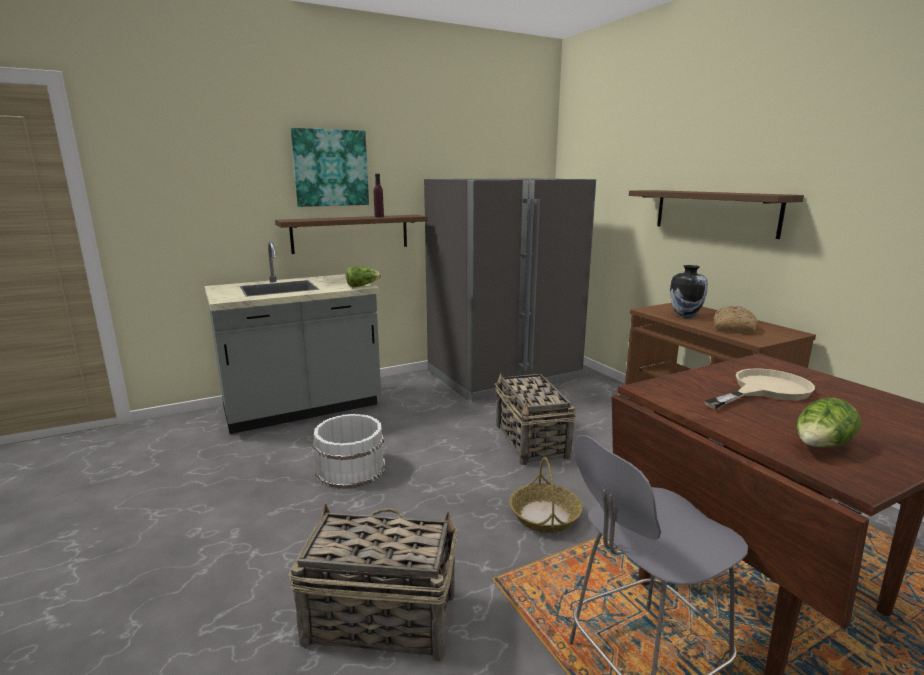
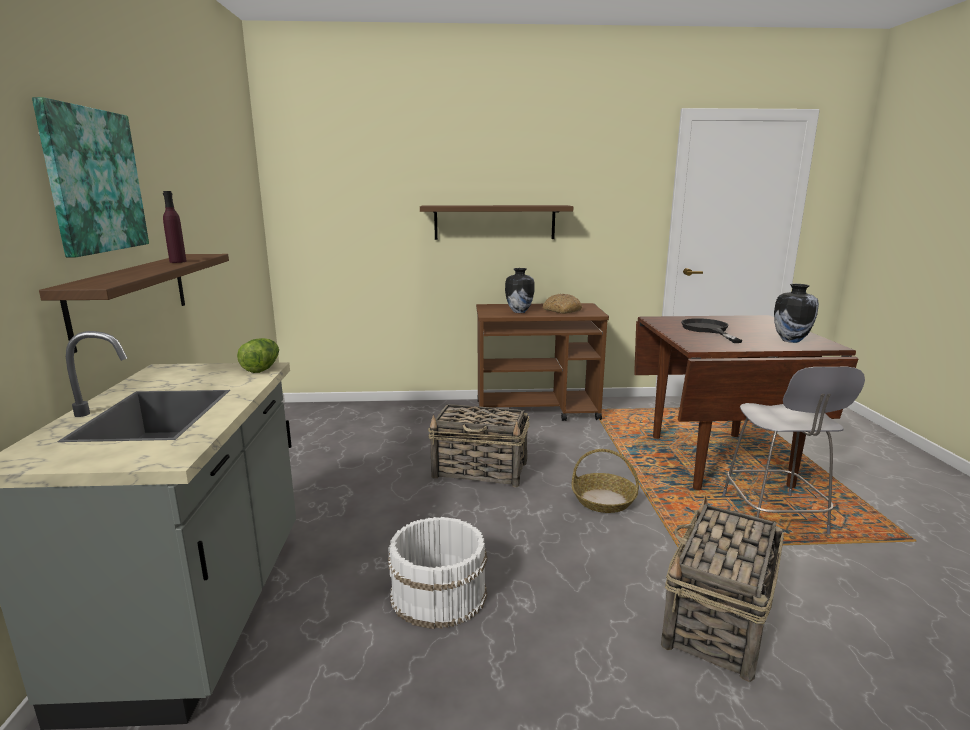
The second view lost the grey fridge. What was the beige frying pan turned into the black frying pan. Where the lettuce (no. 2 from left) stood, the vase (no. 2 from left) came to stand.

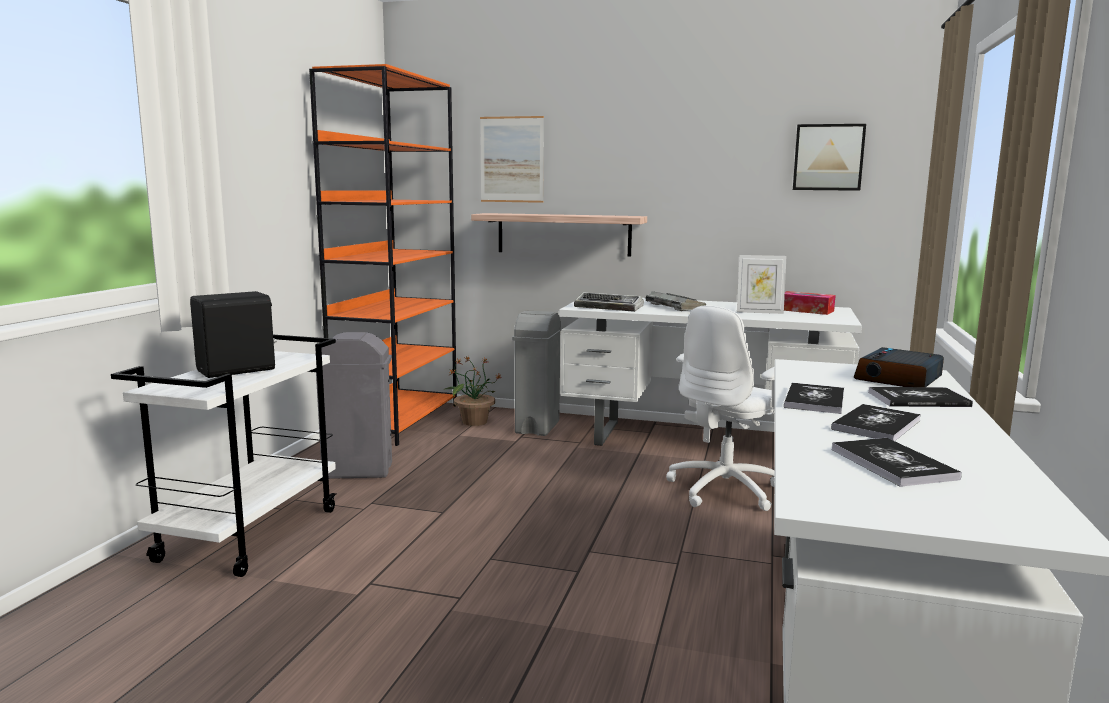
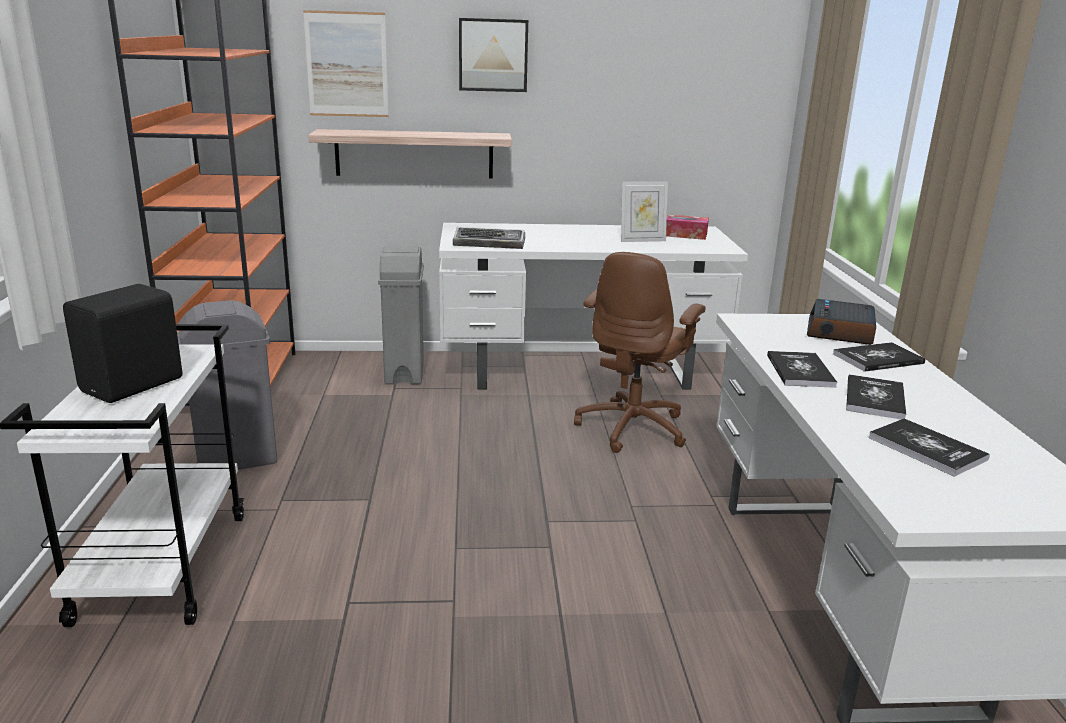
The second view lost the potted plant. The second view lost the keyboard (no. 2 from left). What was the white office chair turned into the brown office chair. The picture (no. 2 from left) ended up elsewhere.

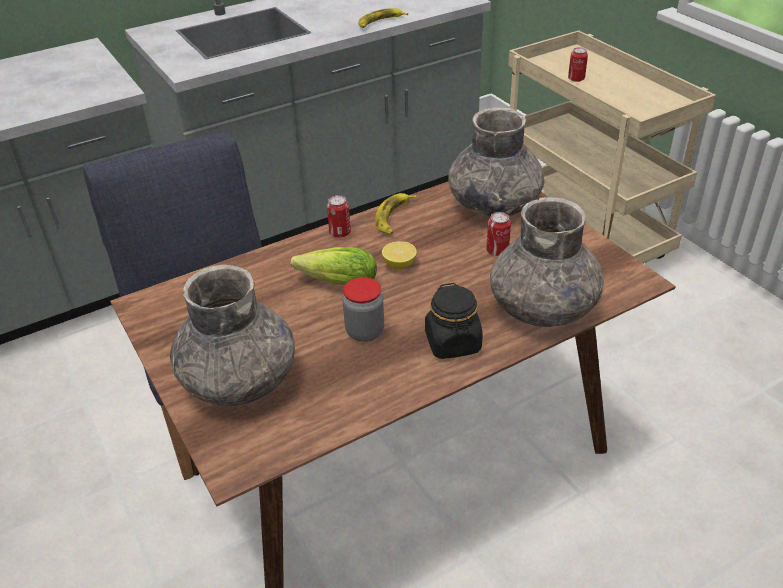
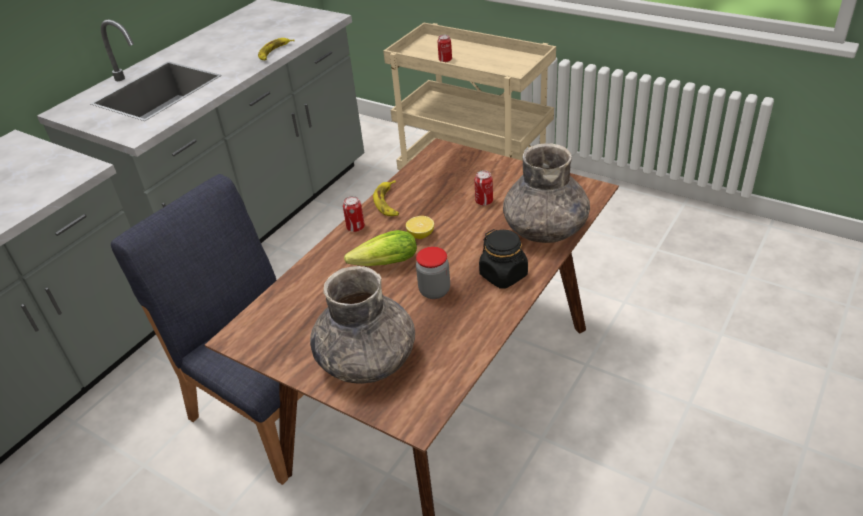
The second view lost the grey vase (no. 2 from left).

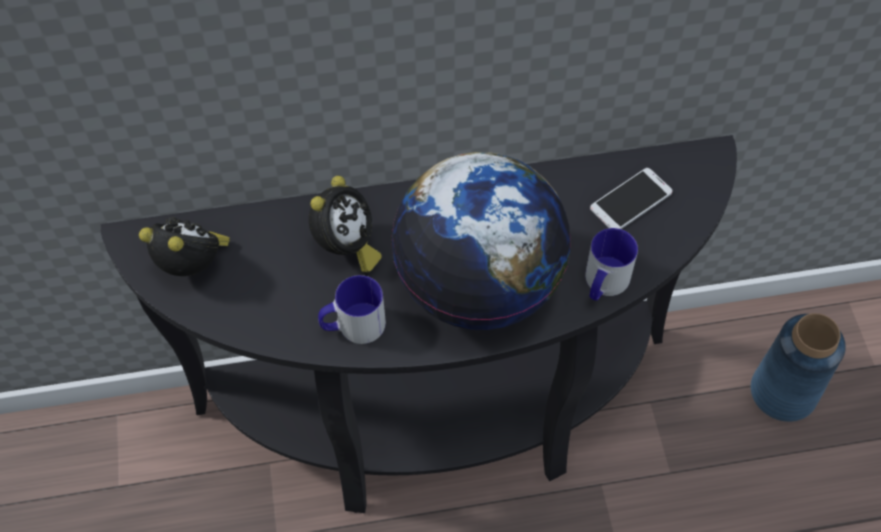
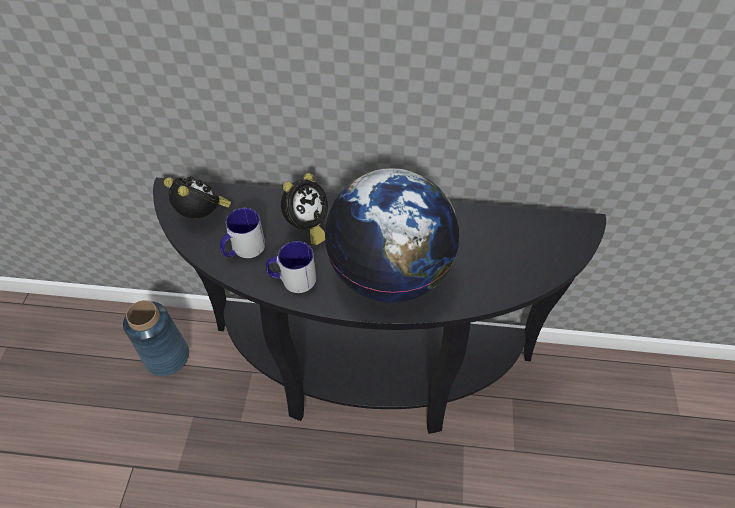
The mug (no. 2 from left in the first image) ended up elsewhere. The second view lost the phone. The blue vase ended up elsewhere.

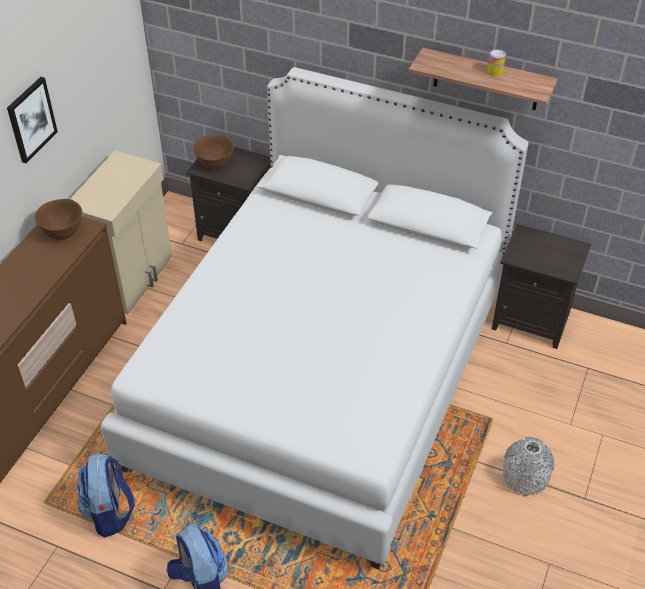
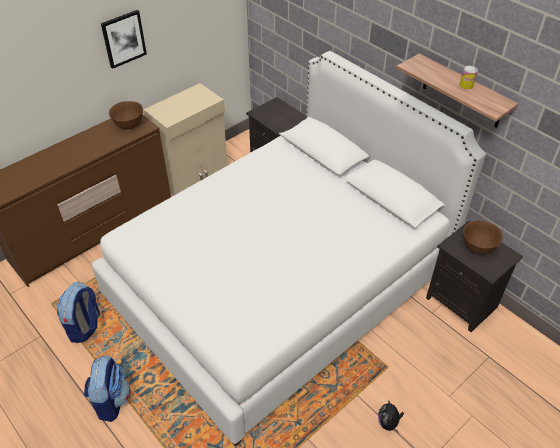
The brown bowl (no. 2 from left) ended up elsewhere. Where the grey vase stood, the plush toy came to stand.

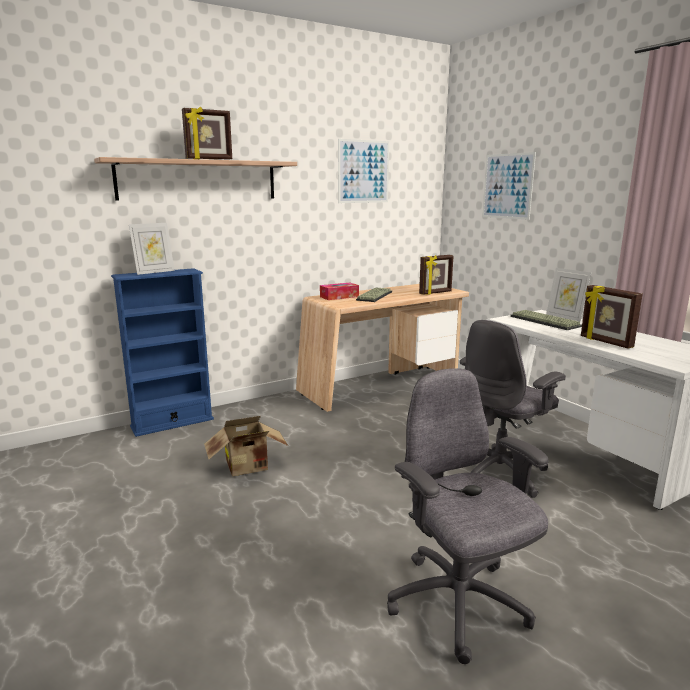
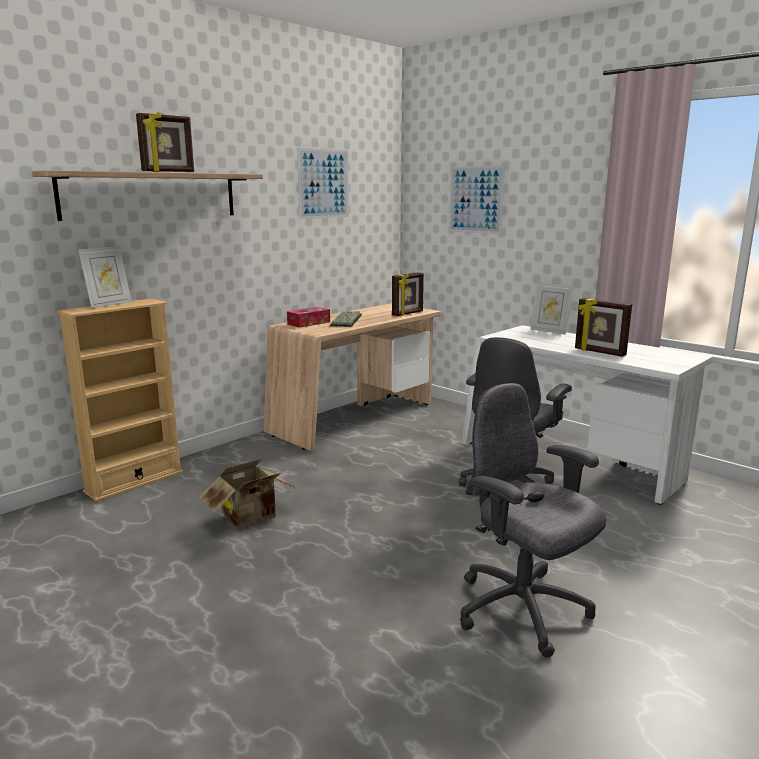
What was the blue bookcase turned into the beige bookcase. The second view lost the keyboard (no. 2 from left).

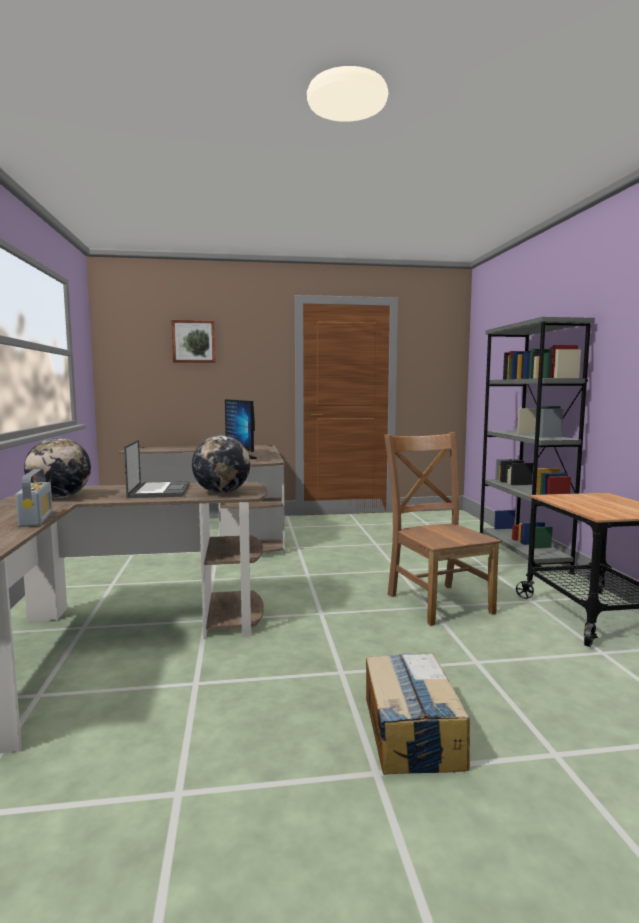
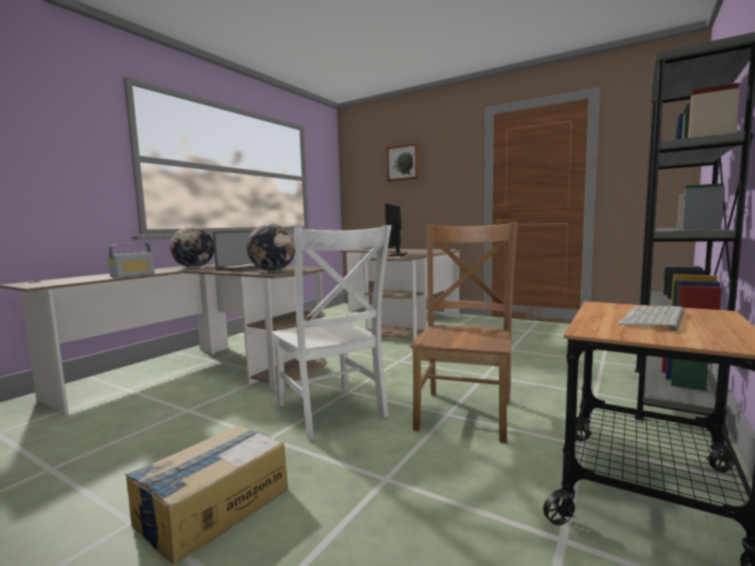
The second view gained the white chair. The second view gained the keyboard.

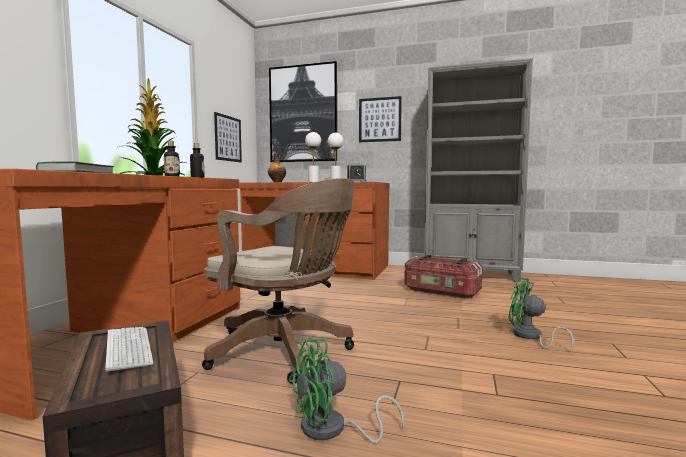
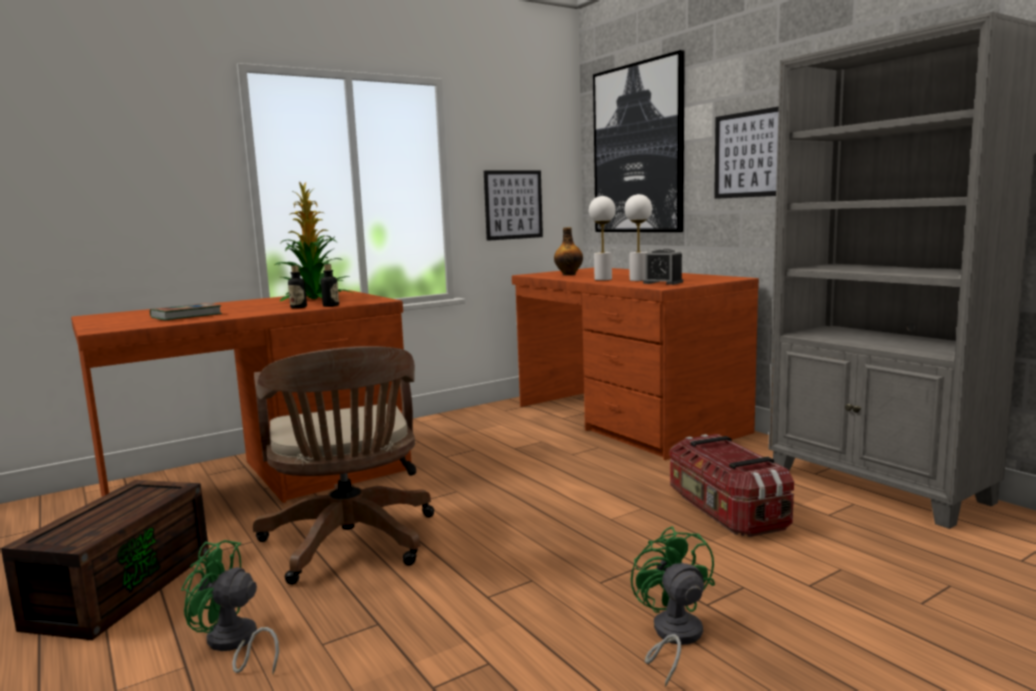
The second view lost the keyboard.

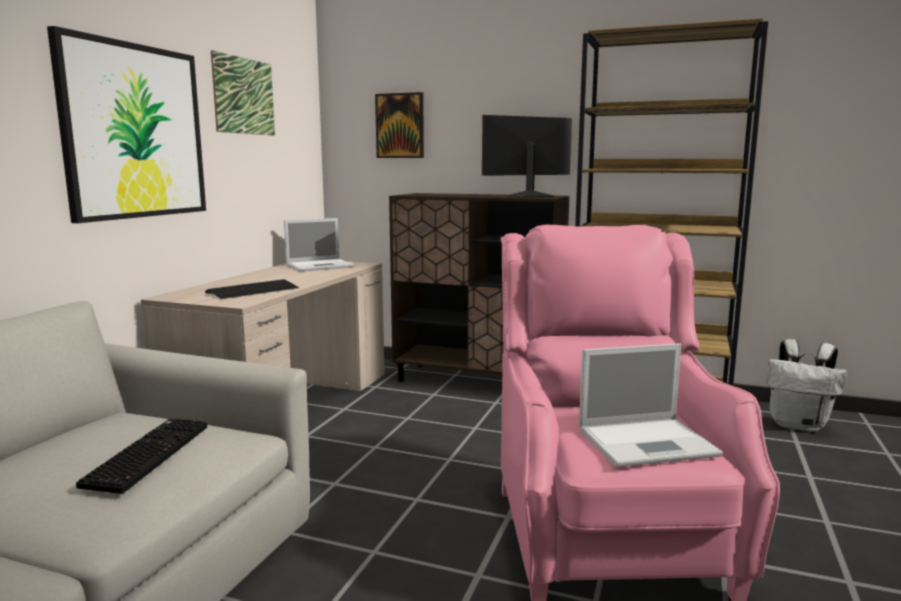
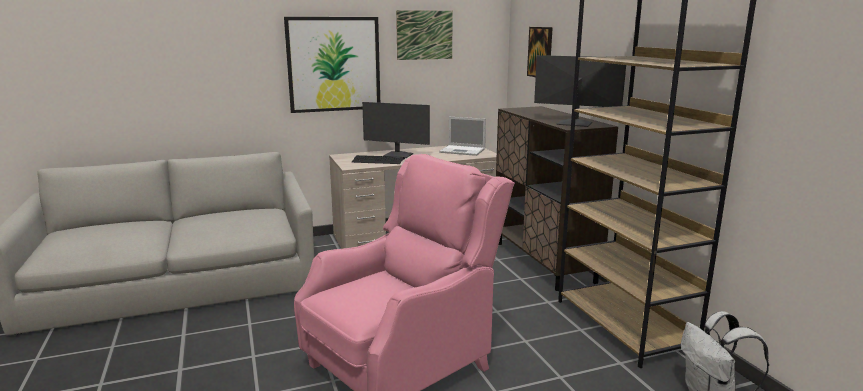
The second view lost the keyboard (no. 1 from left). The second view lost the laptop (no. 2 from left). The second view gained the monitor (no. 1 from left).

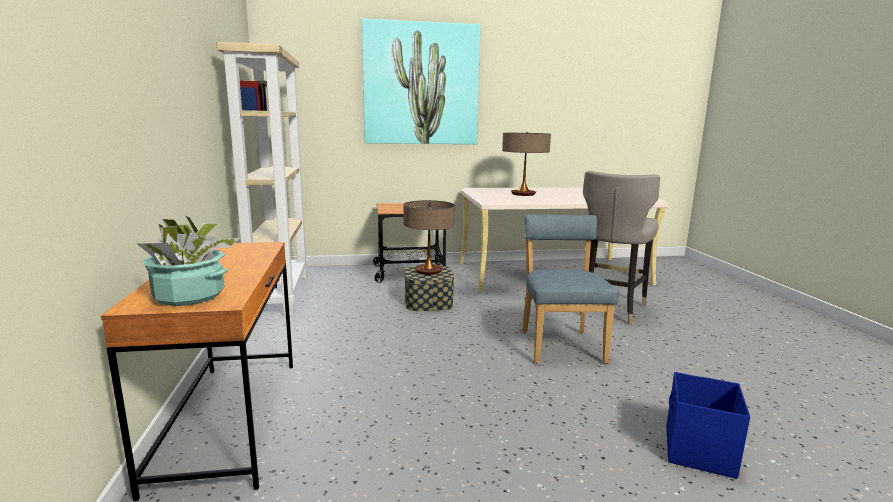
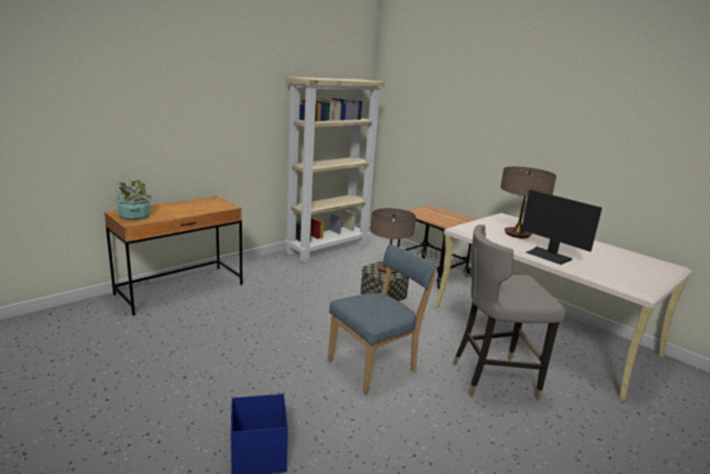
The second view lost the picture. The second view gained the monitor.

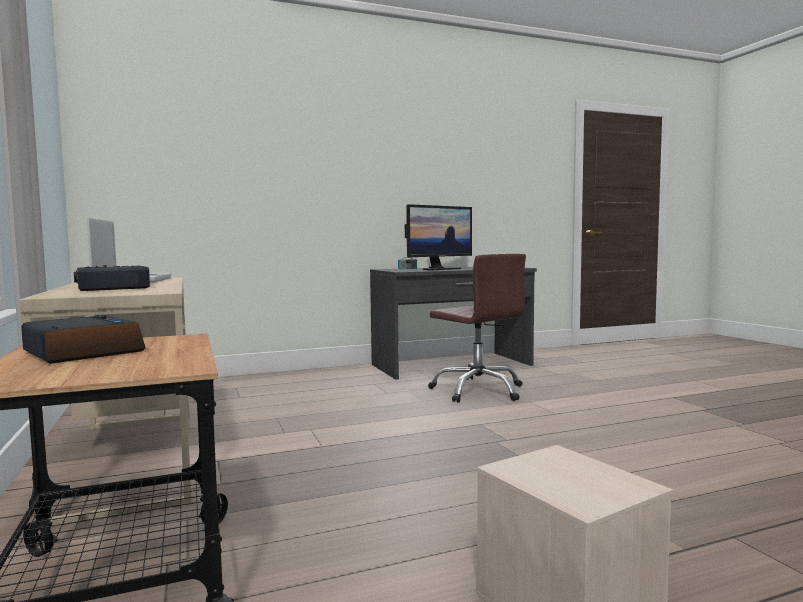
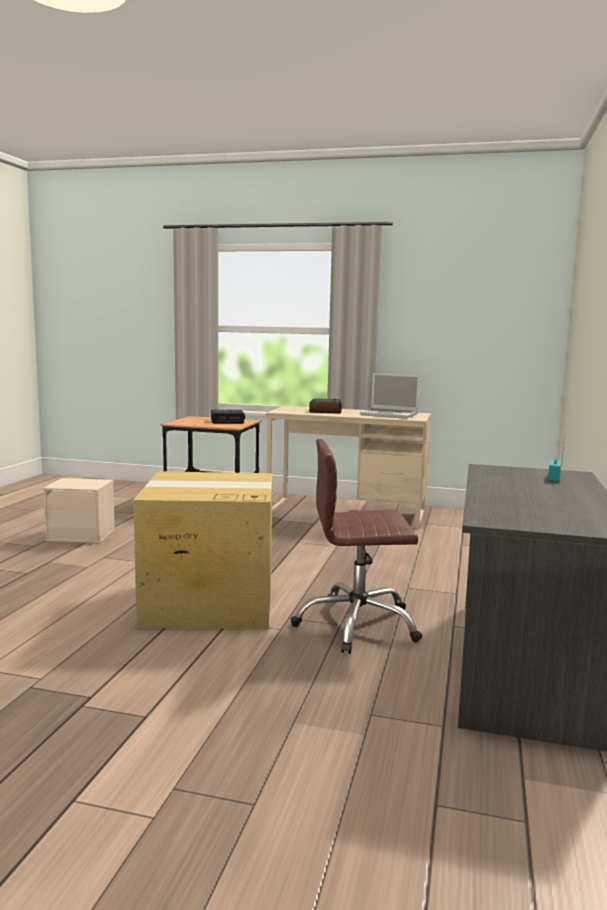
The second view lost the monitor. The second view gained the cardboard box.

